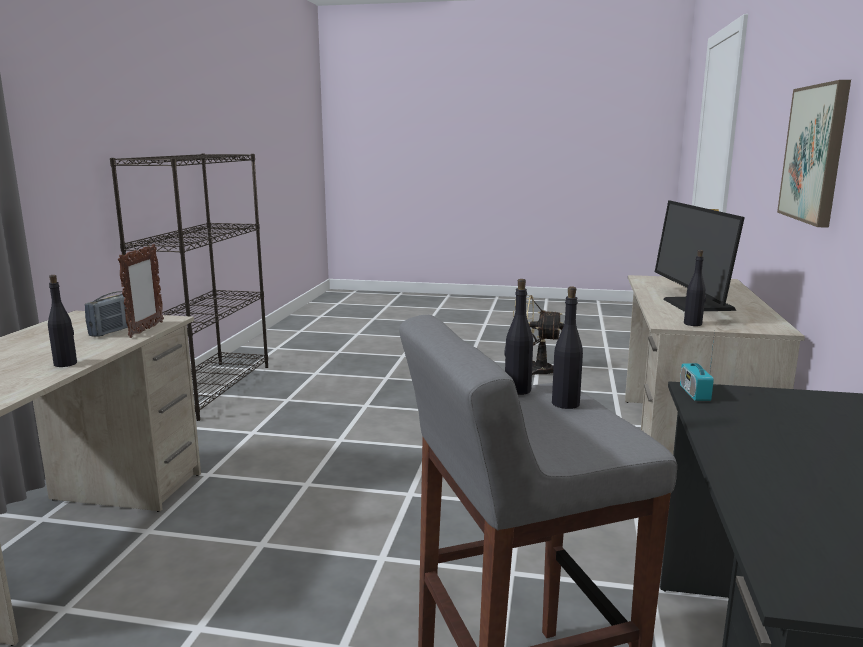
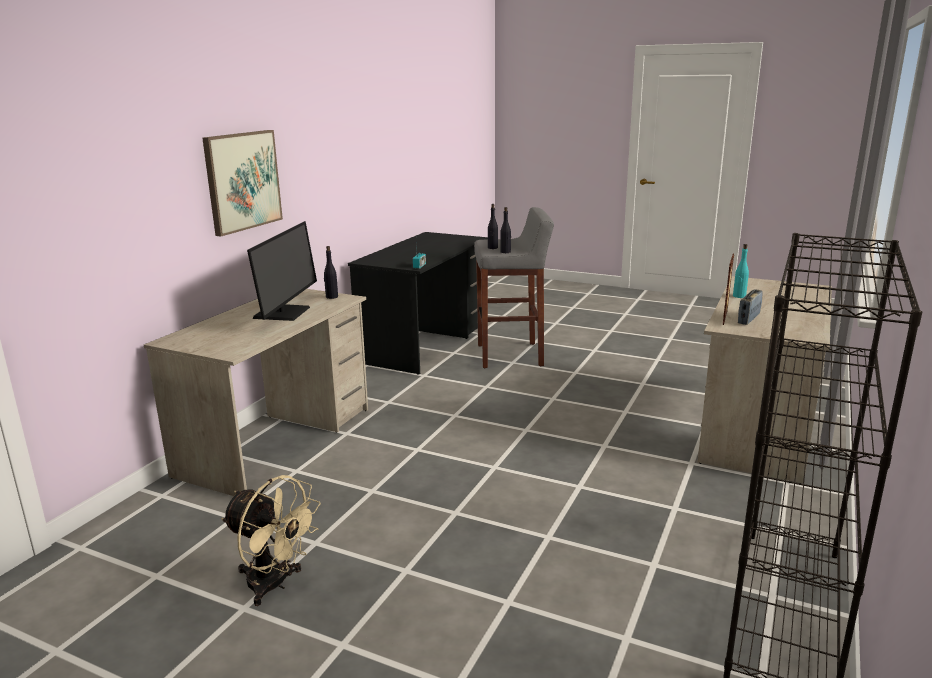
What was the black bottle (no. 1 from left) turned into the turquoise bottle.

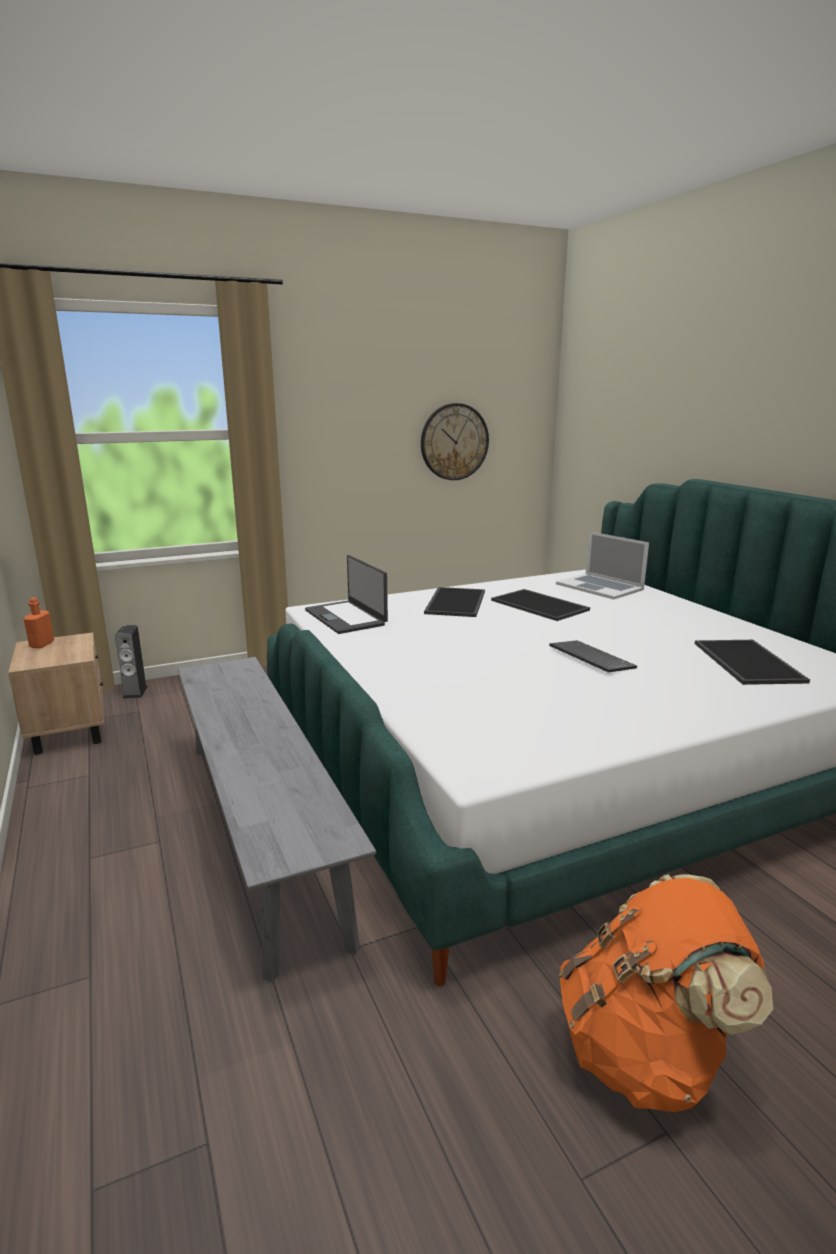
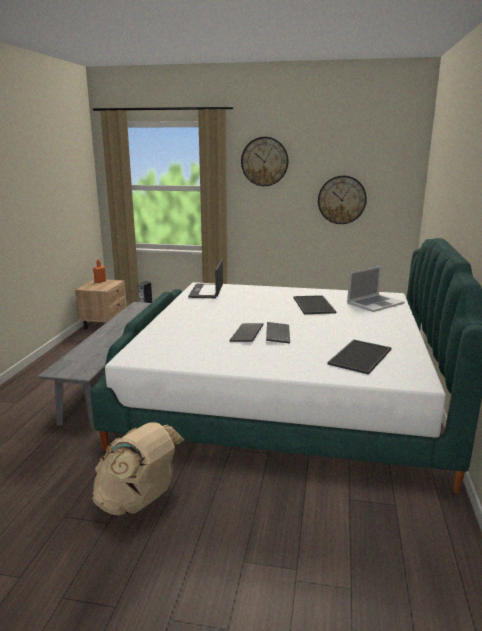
The second view lost the tray (no. 1 from left). The laptop (no. 2 from left) ended up facing another way, 120 degrees counterclockwise from before. What was the orange backpack turned into the beige backpack. The second view gained the keyboard (no. 1 from left). The second view gained the wall clock (no. 1 from left).

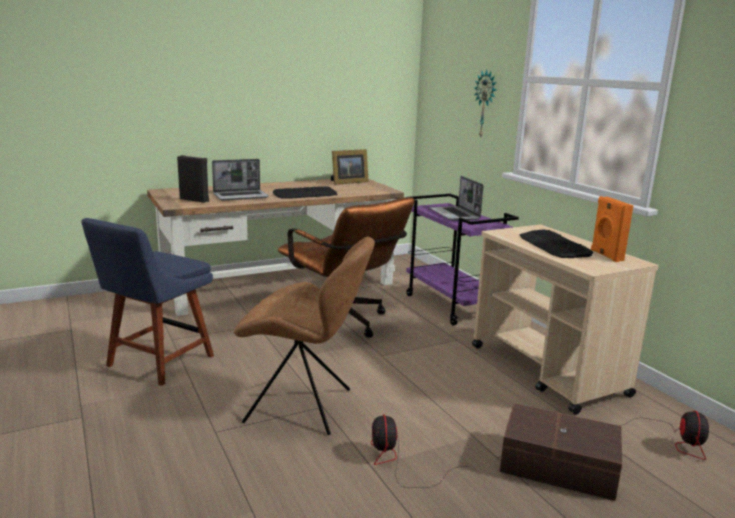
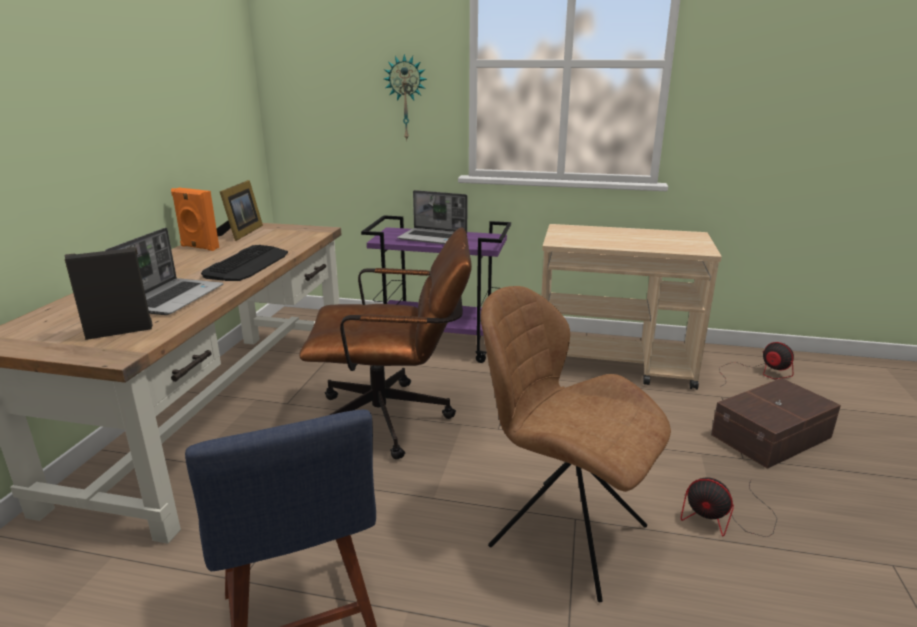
The brown chair ended up facing another way, 105 degrees counterclockwise from before. The second view lost the keyboard (no. 2 from left). The orange speaker ended up elsewhere.

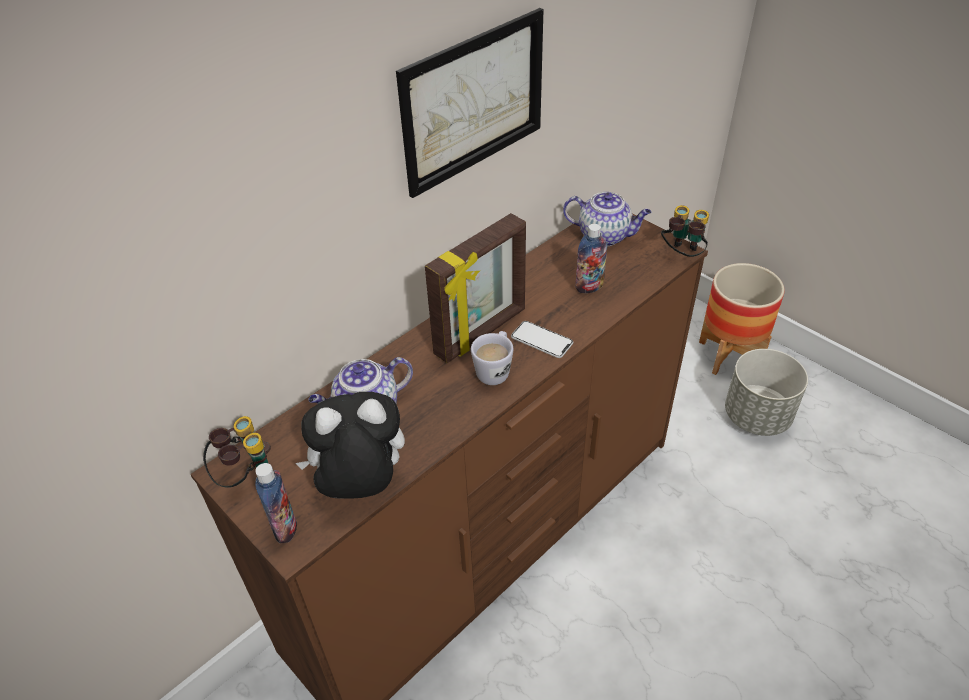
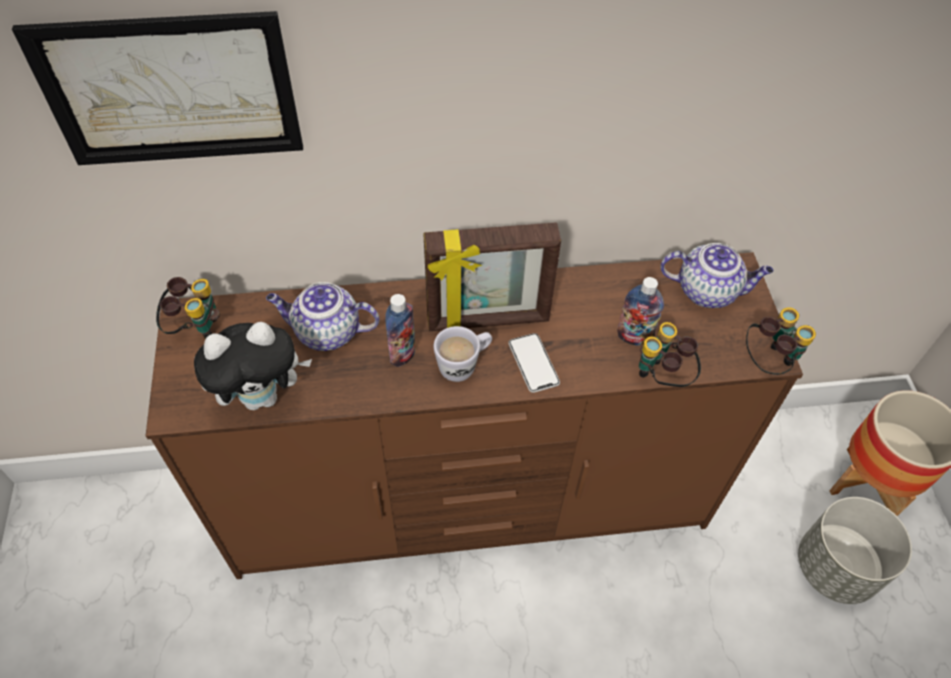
The bottle (no. 1 from left) ended up elsewhere. The plush toy ended up facing another way, 135 degrees clockwise from before. The picture ended up elsewhere. The teapot (no. 2 from left) ended up facing another way, 45 degrees counterclockwise from before. The second view gained the binoculars (no. 2 from left).

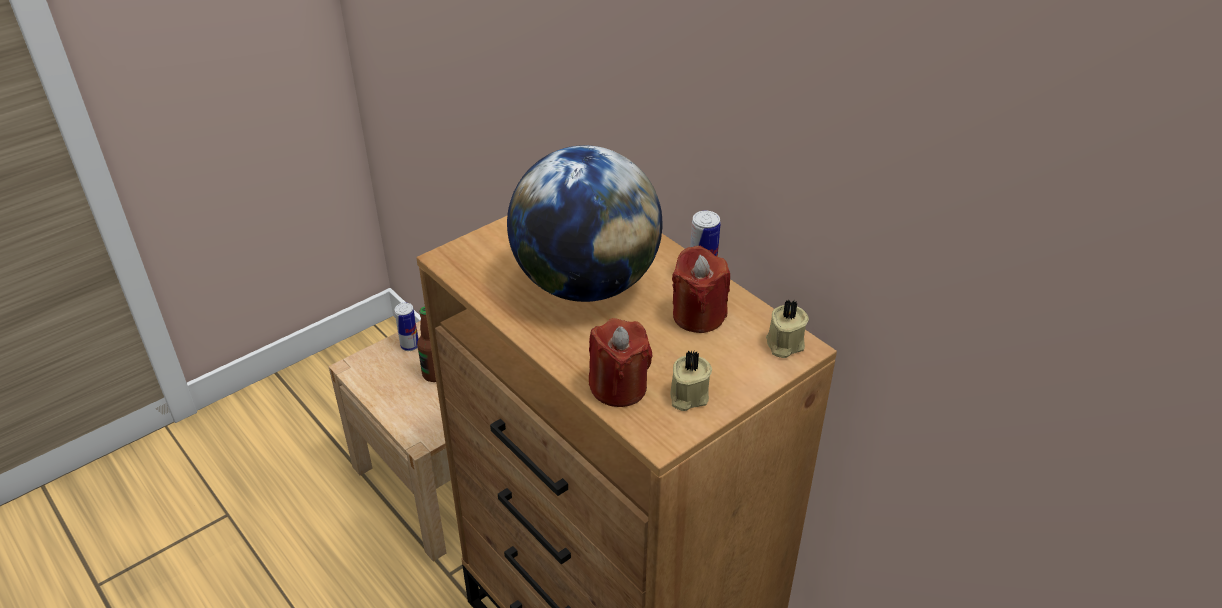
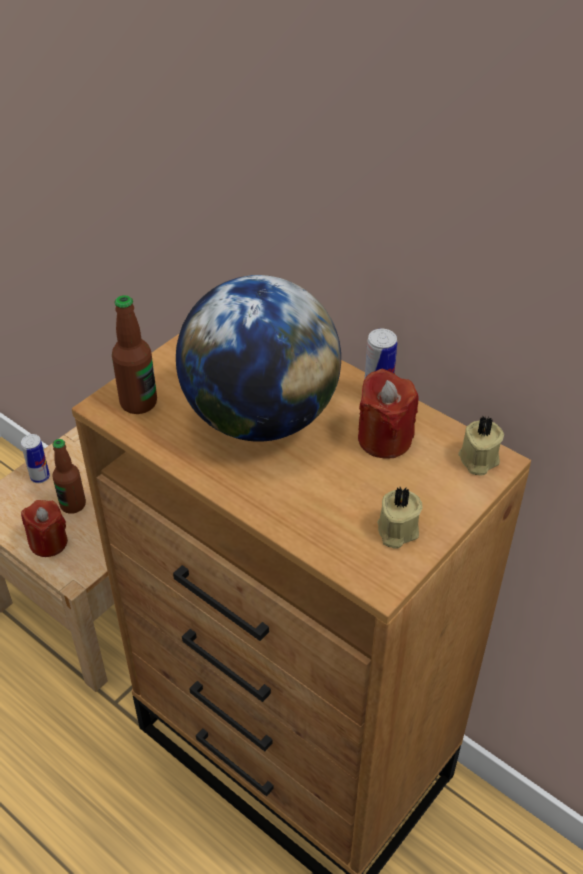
The red candle (no. 1 from left) ended up elsewhere. The second view gained the bottle (no. 2 from left).

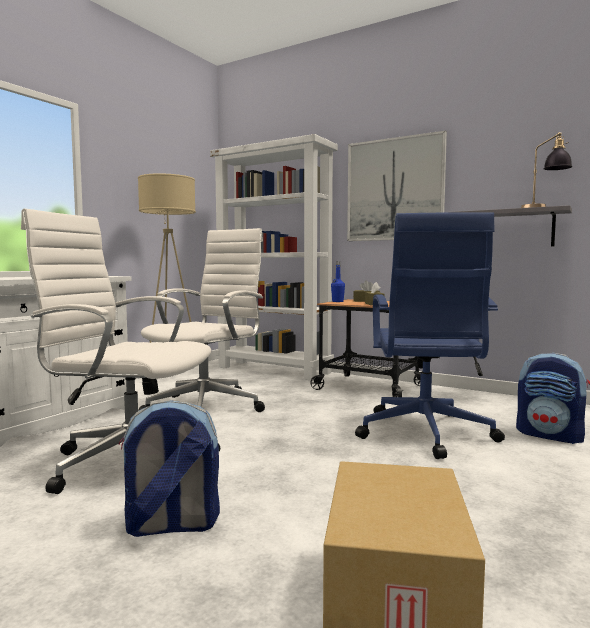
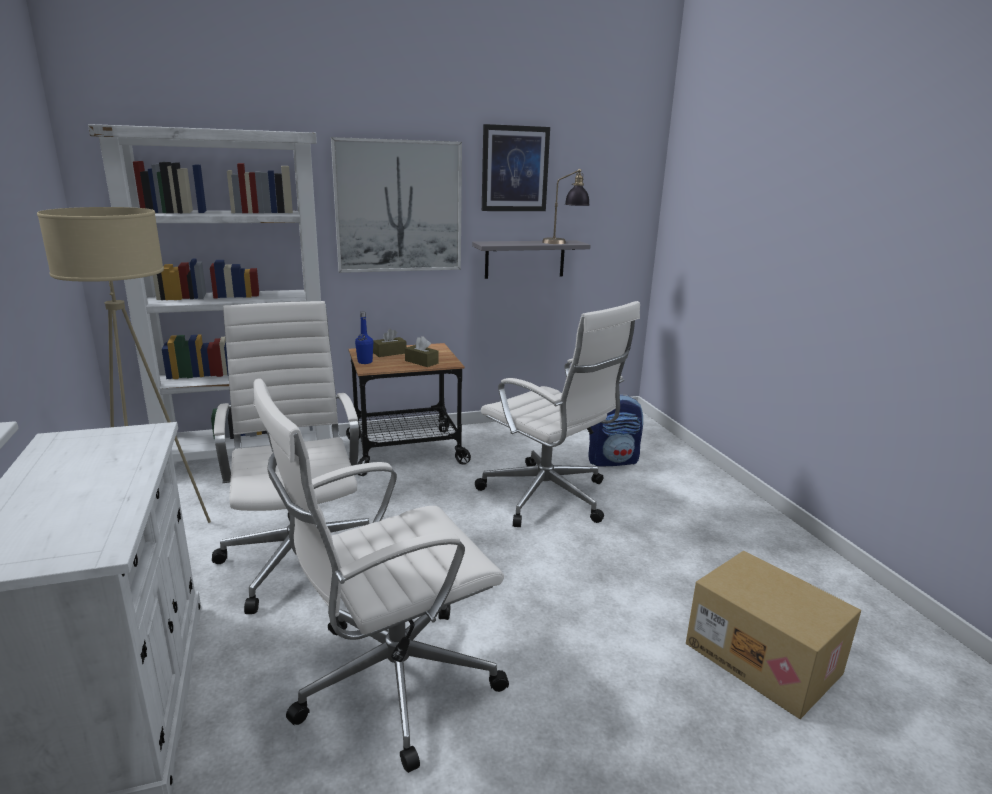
The second view lost the backpack (no. 1 from left). What was the blue office chair turned into the white office chair (no. 3 from left). The second view gained the picture (no. 2 from left).

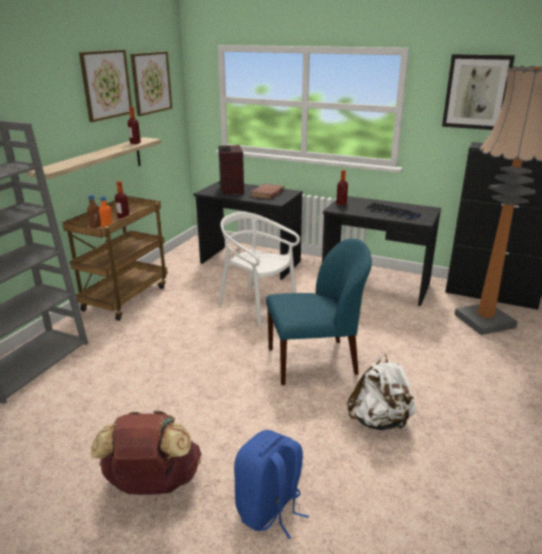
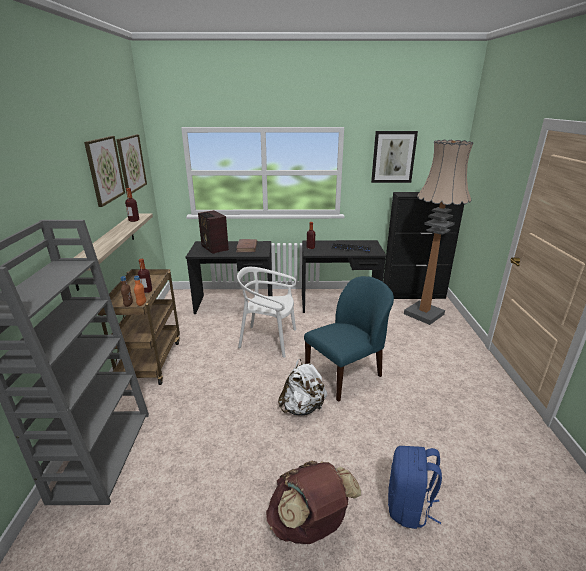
The white backpack ended up elsewhere.

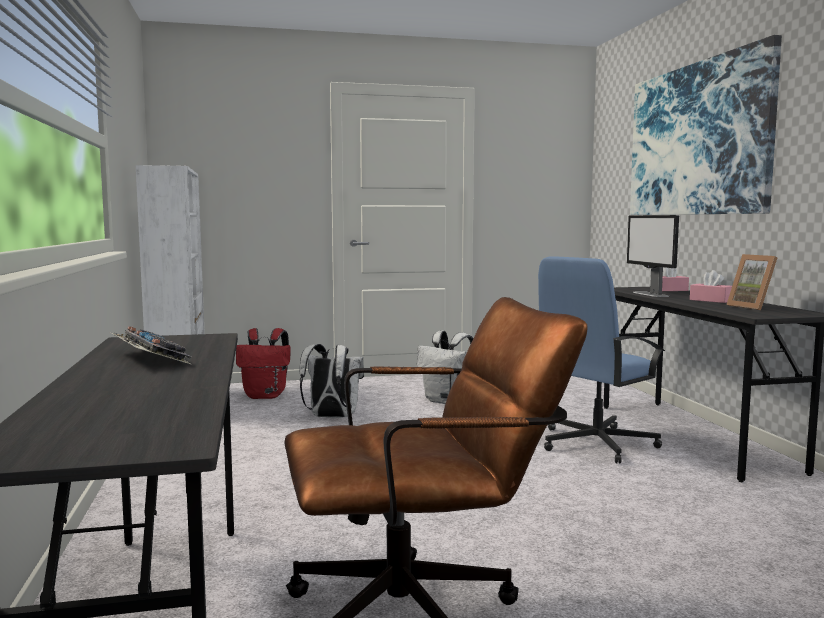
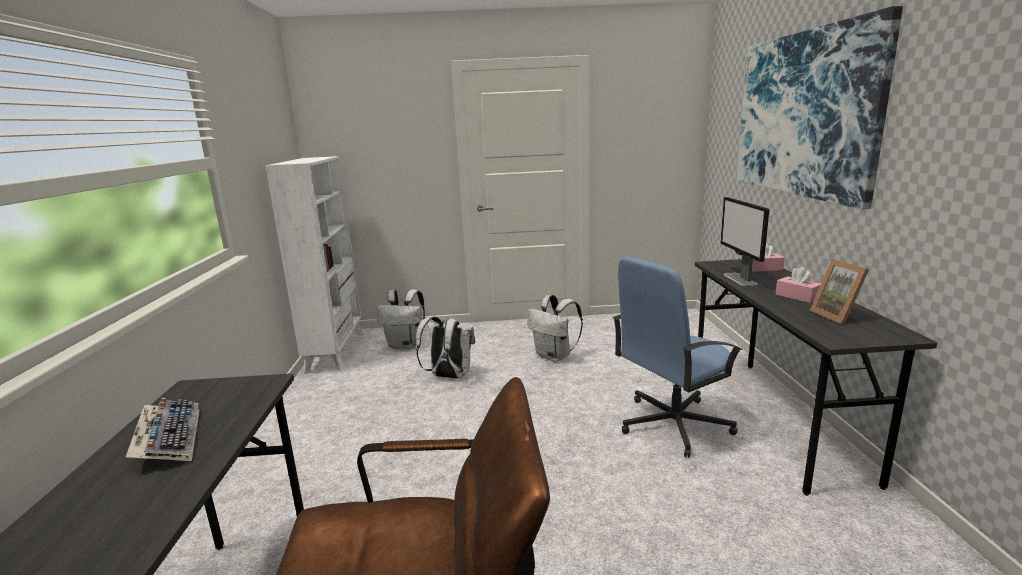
What was the red backpack turned into the white backpack (no. 1 from left).

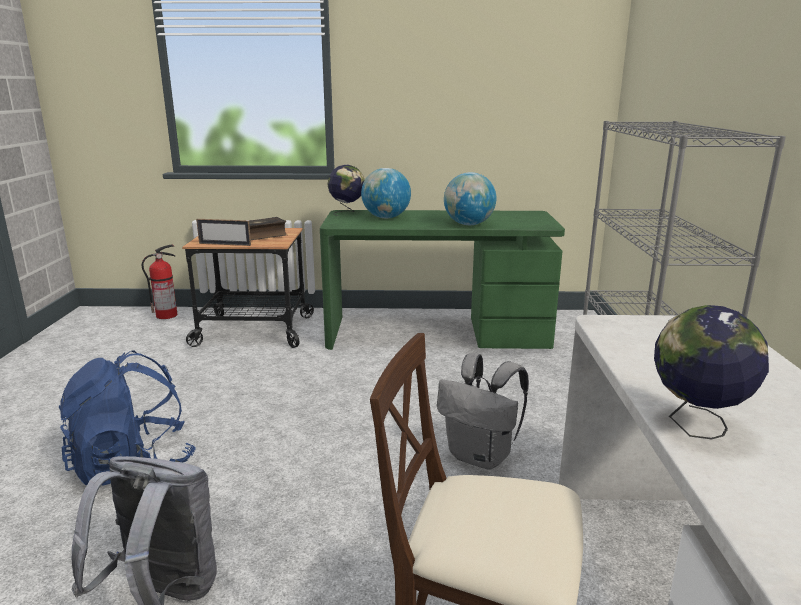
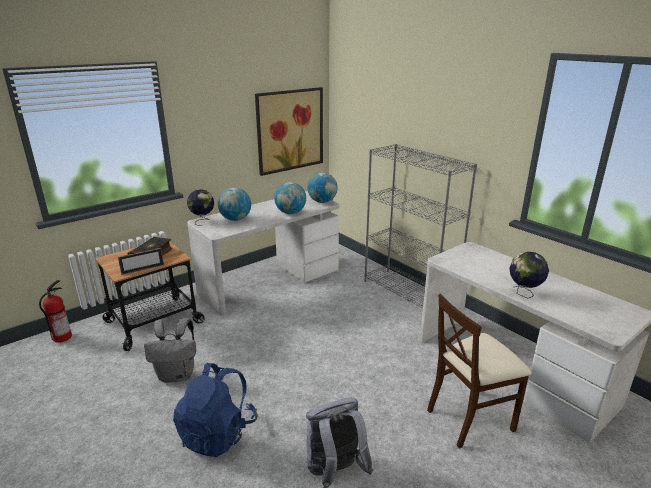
What was the green desk turned into the white desk (no. 1 from left). The grey backpack (no. 2 from left in the first image) ended up elsewhere. The second view gained the picture. The second view gained the globe (no. 4 from left).

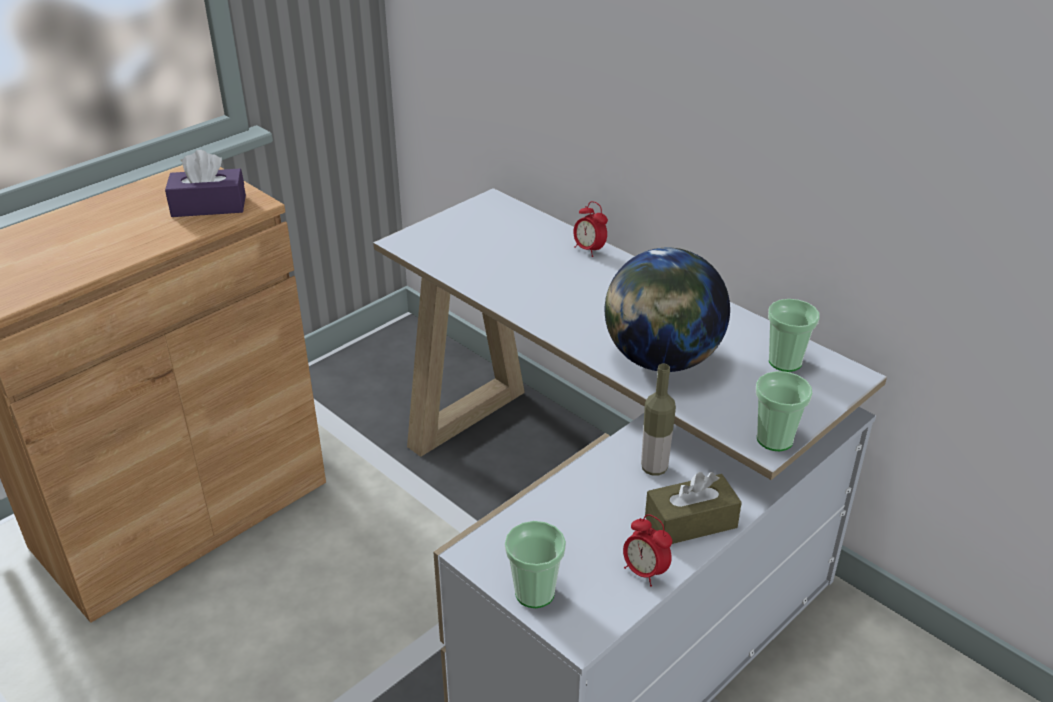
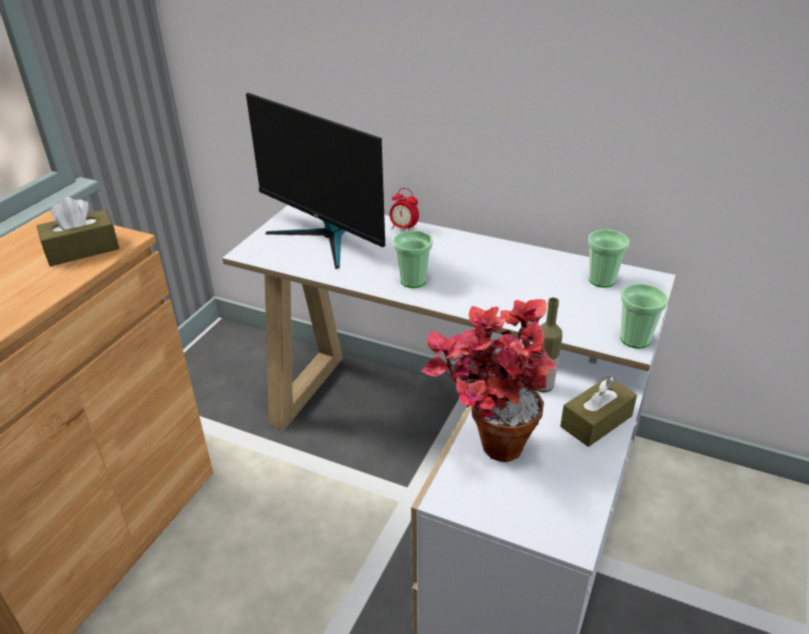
What was the purple tissue box turned into the brown tissue box (no. 1 from left). The cup (no. 1 from left) ended up elsewhere. The second view lost the globe. The second view lost the alarm clock (no. 2 from left). The second view gained the monitor. The second view gained the potted plant.

